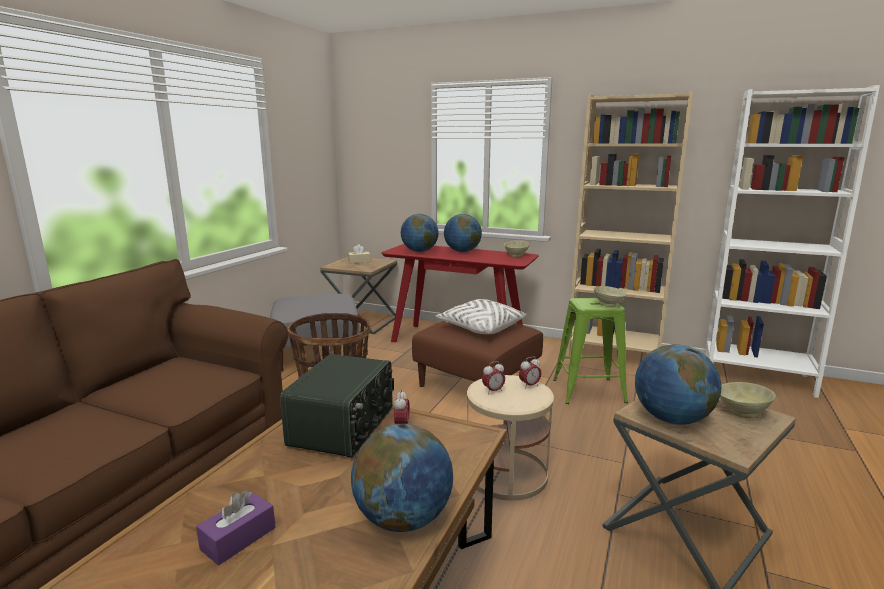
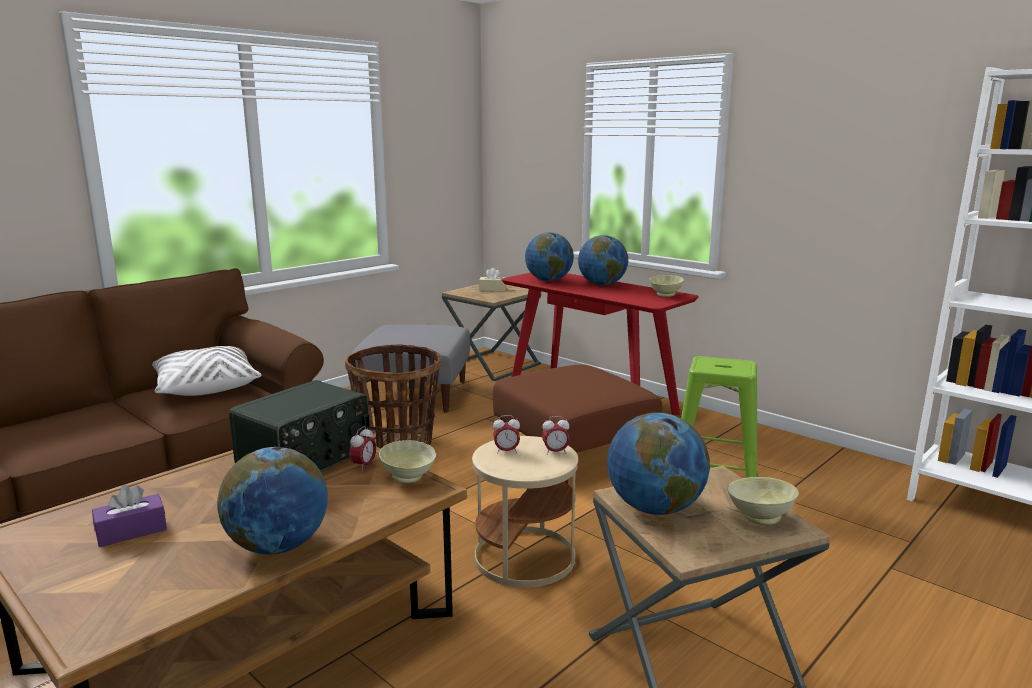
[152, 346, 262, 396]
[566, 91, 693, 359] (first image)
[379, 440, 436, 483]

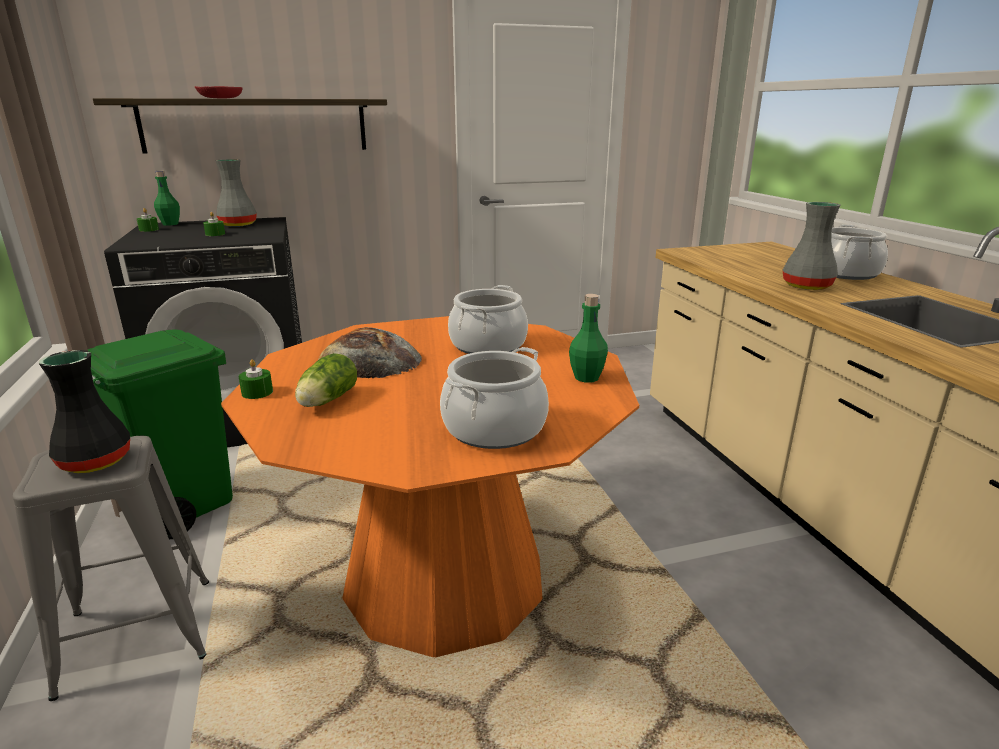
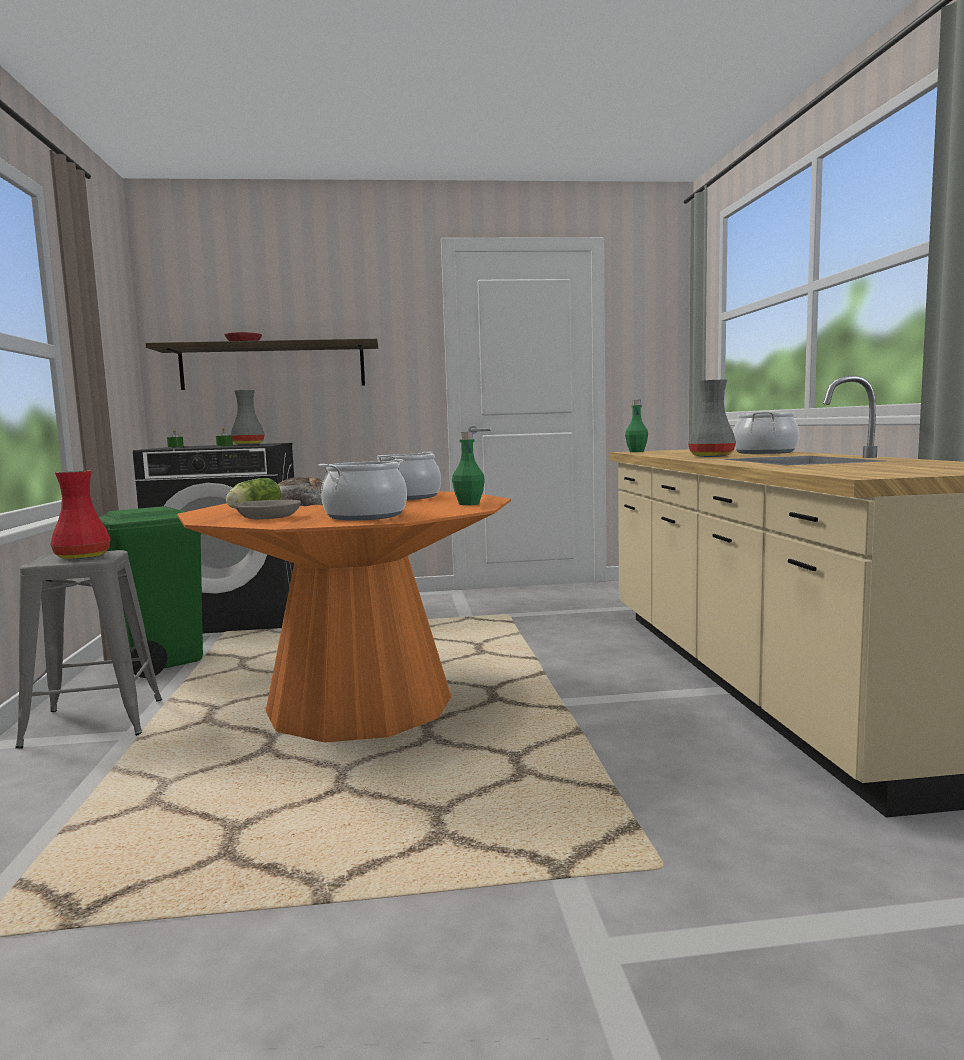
[50, 470, 111, 559]
[625, 400, 648, 452]
[238, 359, 273, 399] (first image)
[235, 500, 301, 520]

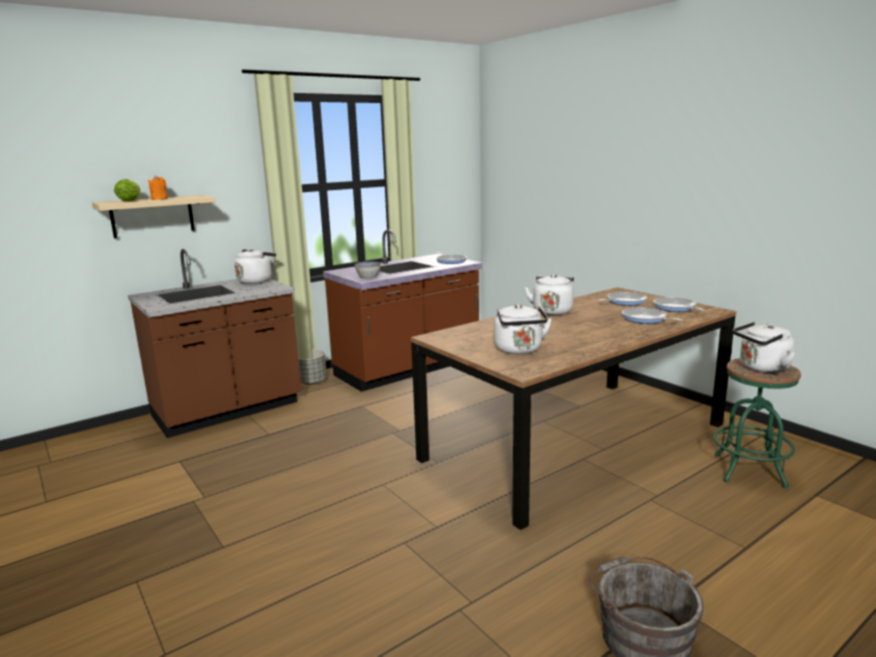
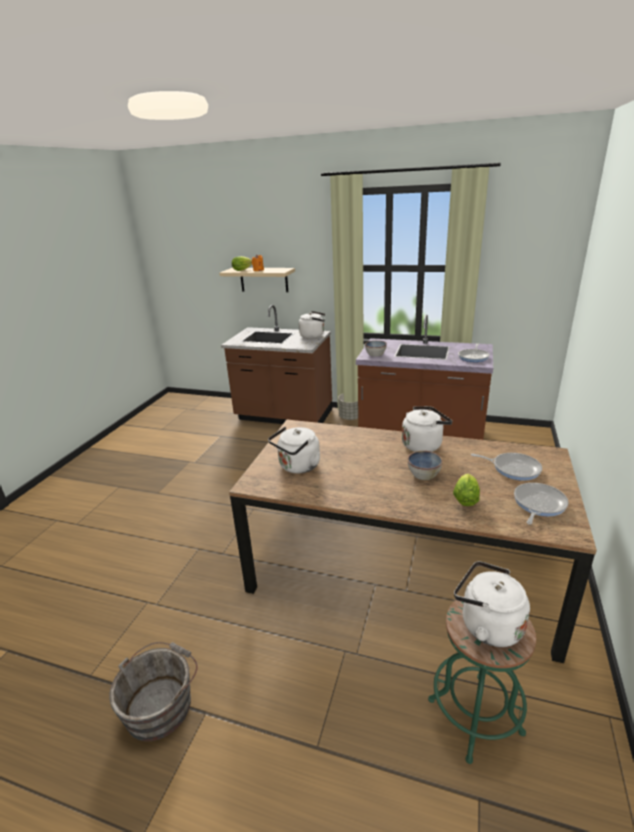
[453, 473, 480, 506]
[407, 451, 443, 480]

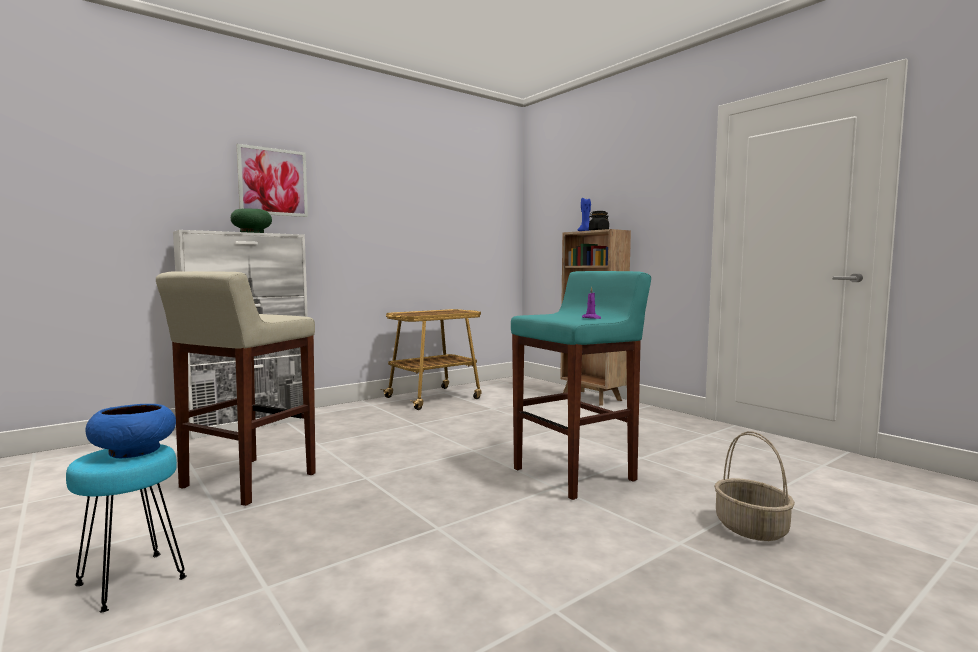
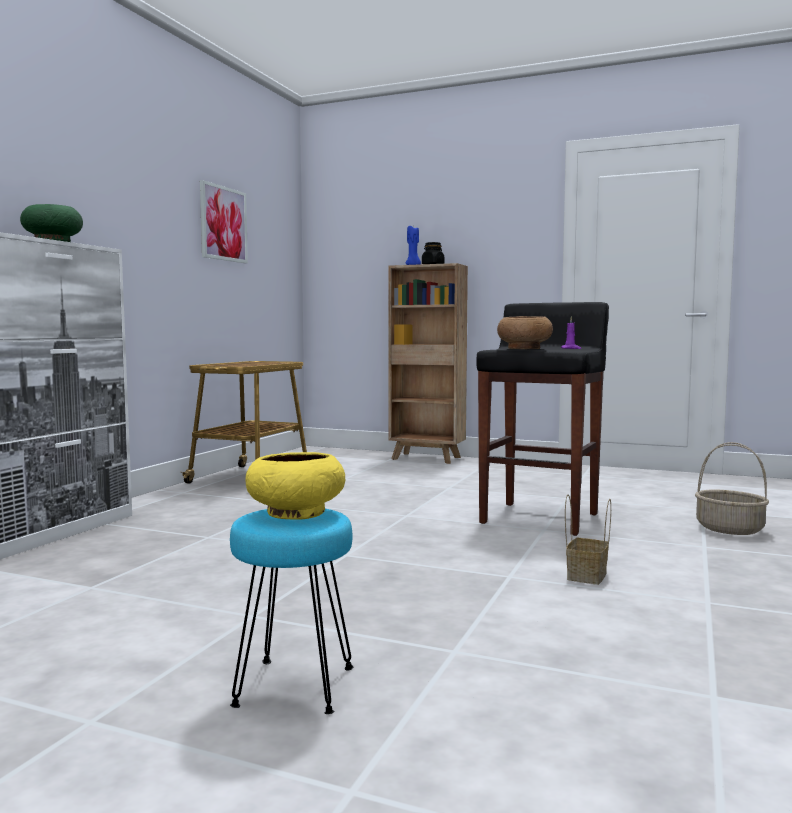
[245, 452, 345, 520]
[156, 271, 316, 506] (first image)
[200, 180, 248, 263]
[476, 302, 609, 536]
[497, 316, 553, 349]
[565, 494, 611, 585]

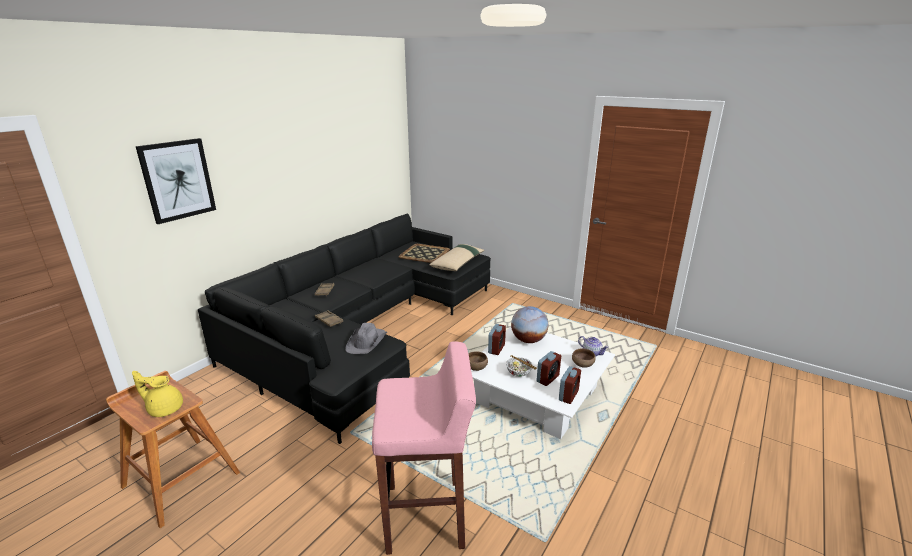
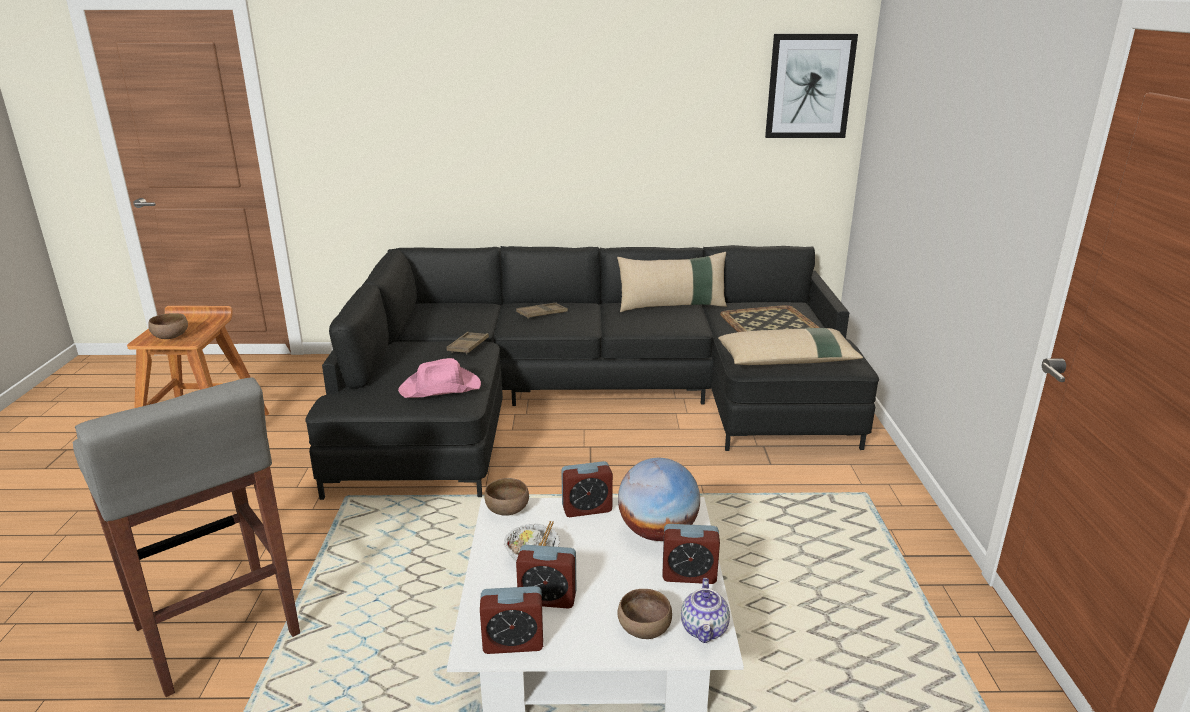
[148, 313, 188, 339]
[765, 34, 858, 138]
[398, 358, 481, 398]
[72, 377, 300, 697]
[617, 252, 727, 312]
[663, 524, 720, 584]

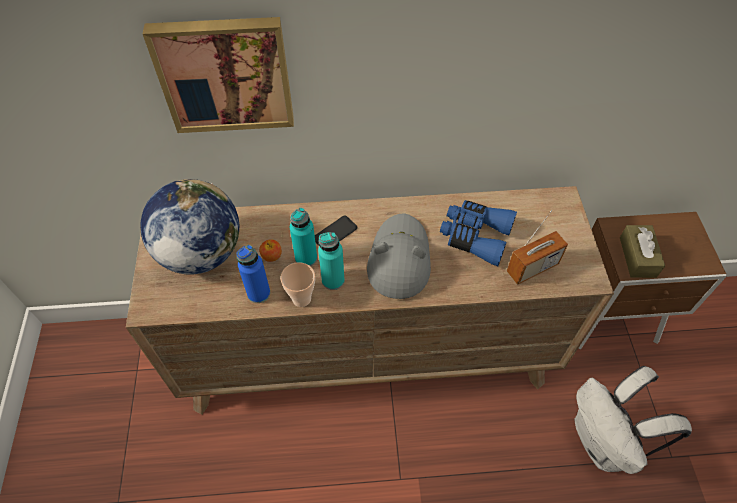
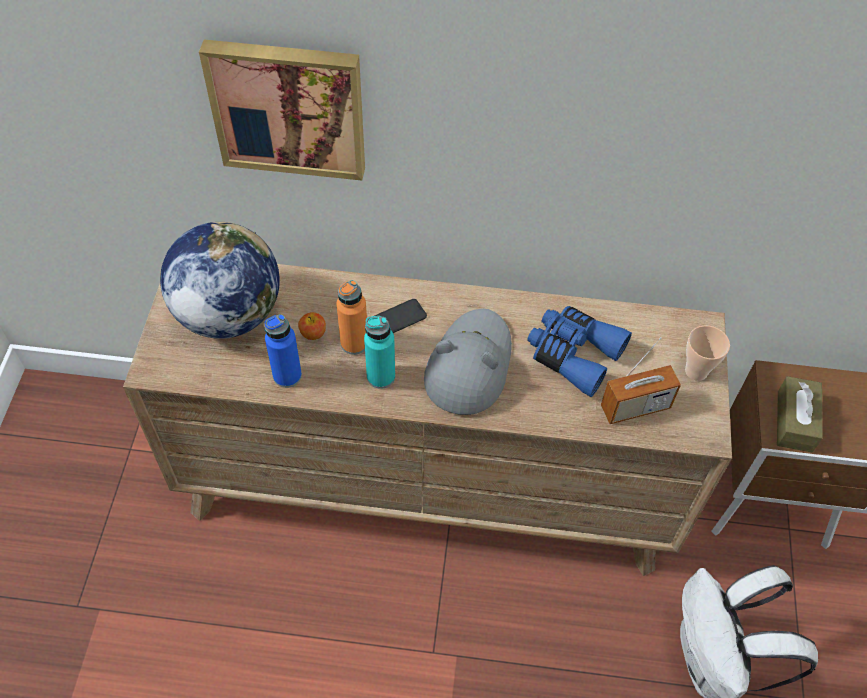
[685, 325, 730, 381]
[336, 280, 367, 355]

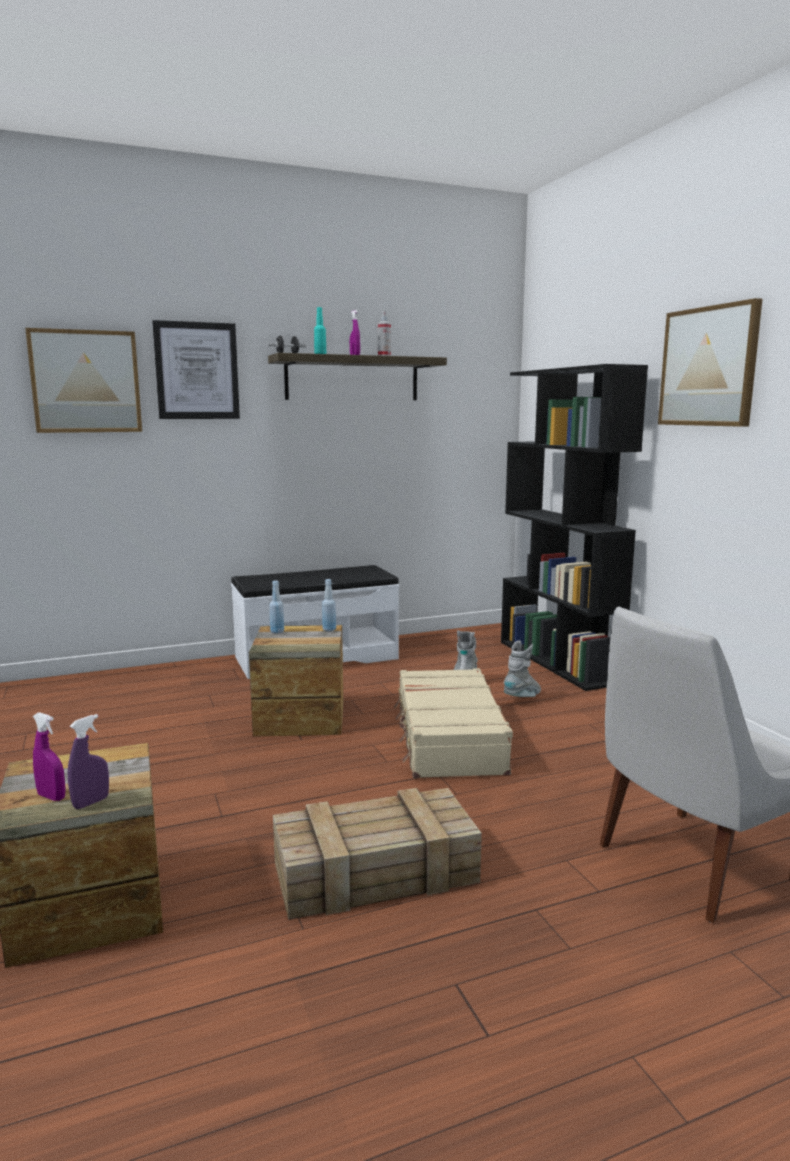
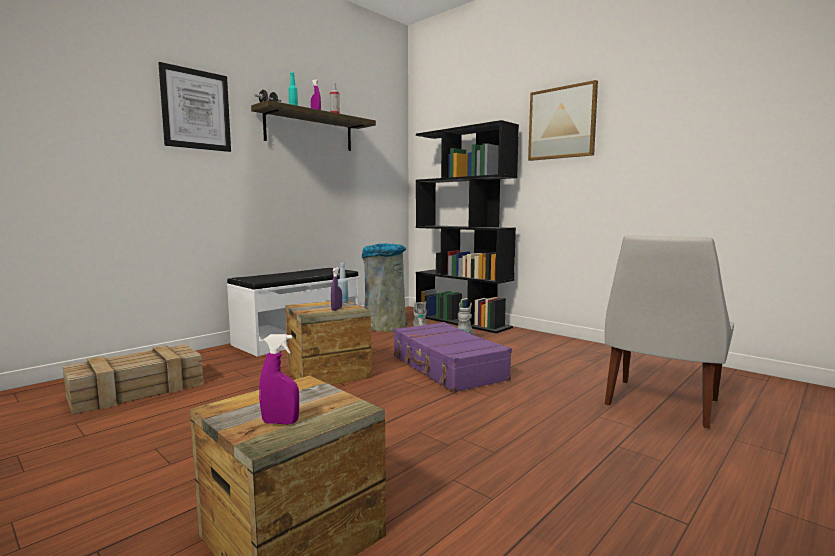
[25, 328, 142, 433] (first image)
[331, 267, 342, 311]
[270, 581, 284, 633] (first image)
[63, 344, 203, 415]
[394, 322, 512, 393]
[362, 243, 407, 332]

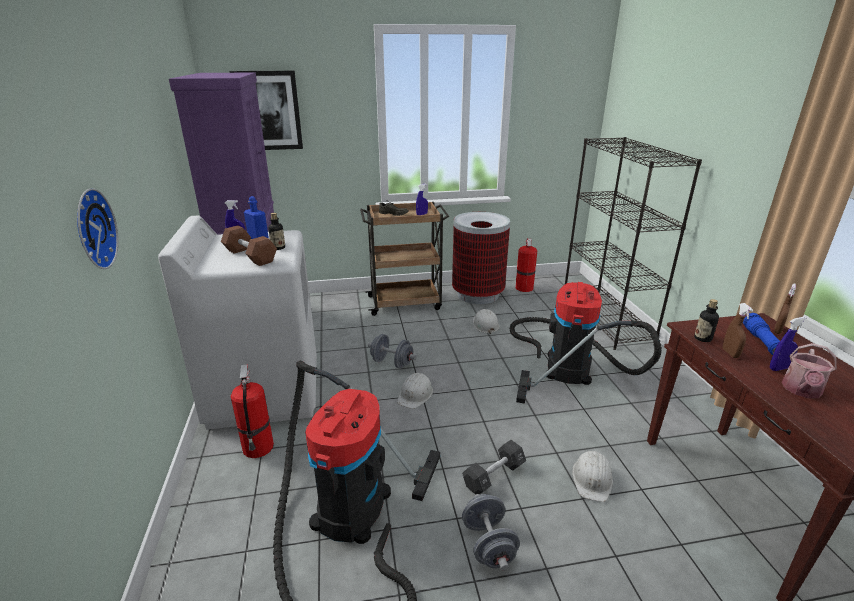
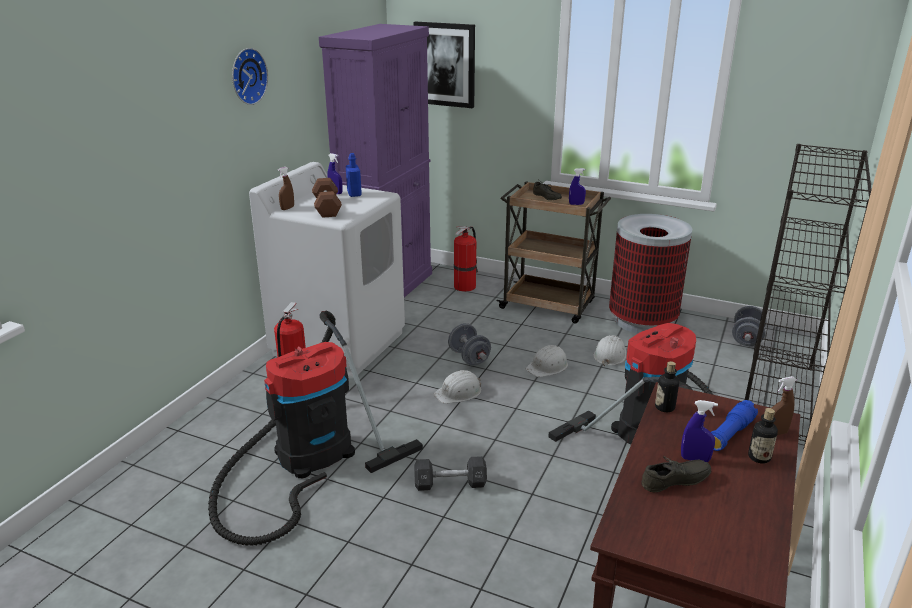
[232, 48, 268, 105]
[748, 408, 778, 464]
[732, 306, 767, 346]
[454, 226, 478, 292]
[526, 345, 568, 377]
[278, 167, 294, 210]
[642, 456, 711, 493]

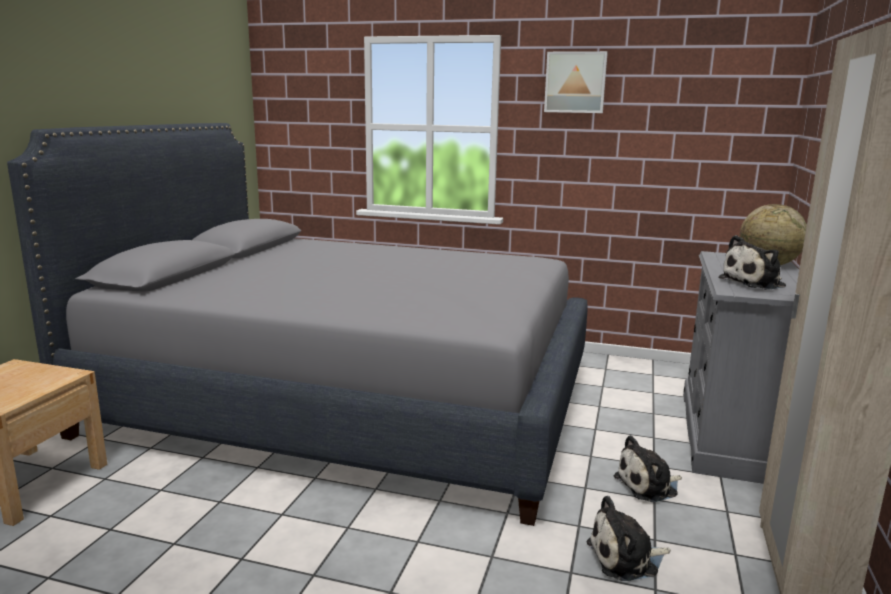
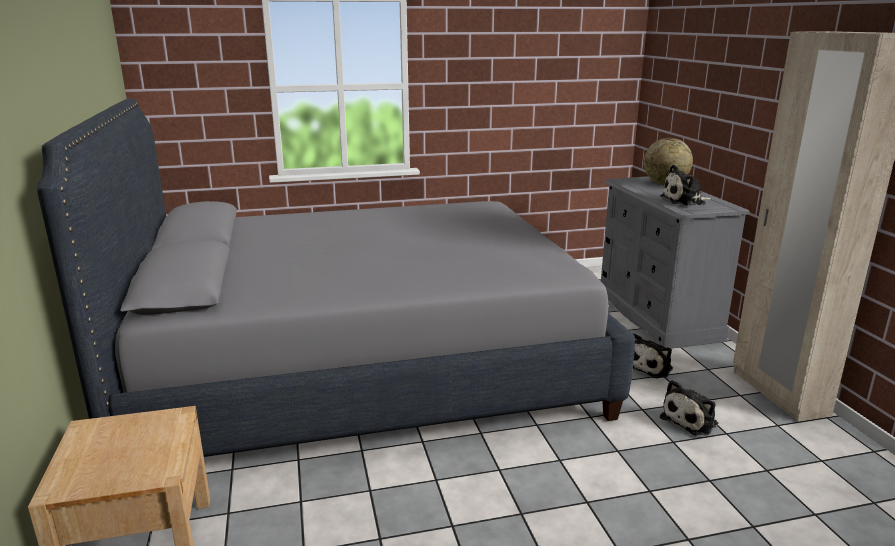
[544, 51, 608, 113] (first image)
[660, 165, 712, 206]

